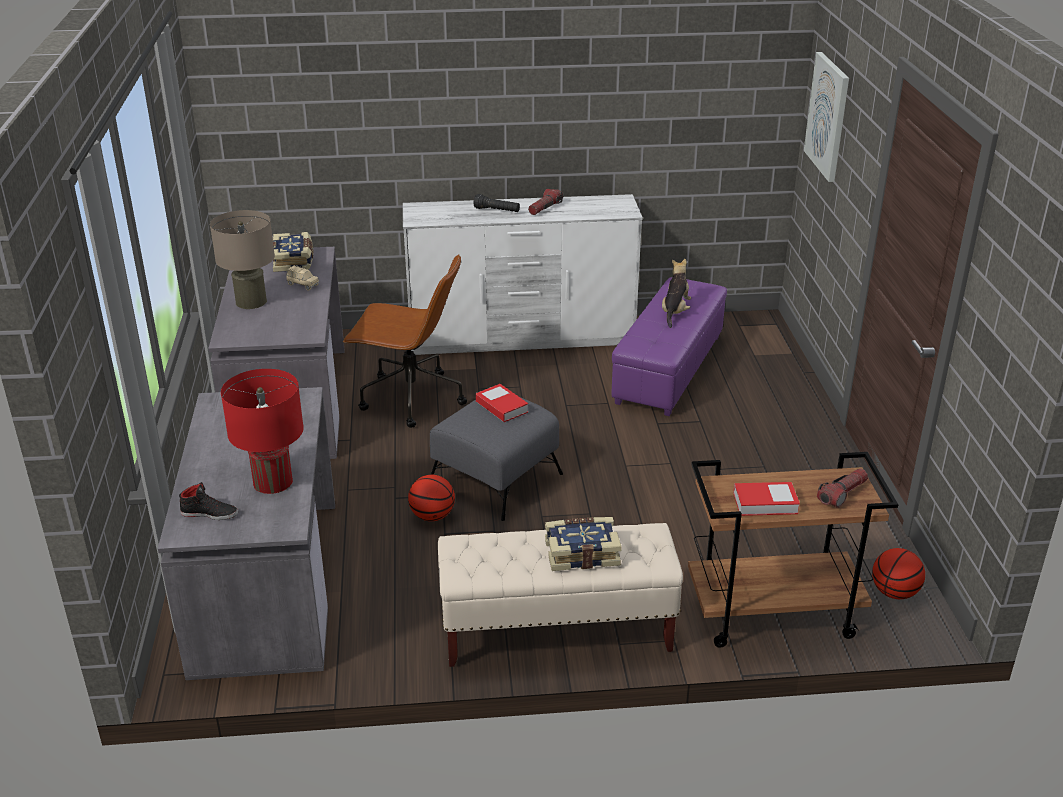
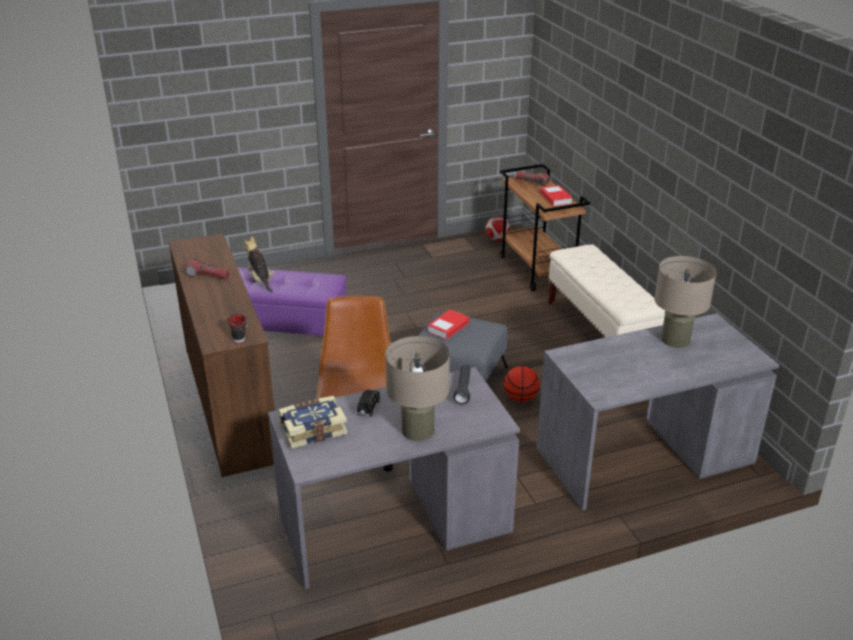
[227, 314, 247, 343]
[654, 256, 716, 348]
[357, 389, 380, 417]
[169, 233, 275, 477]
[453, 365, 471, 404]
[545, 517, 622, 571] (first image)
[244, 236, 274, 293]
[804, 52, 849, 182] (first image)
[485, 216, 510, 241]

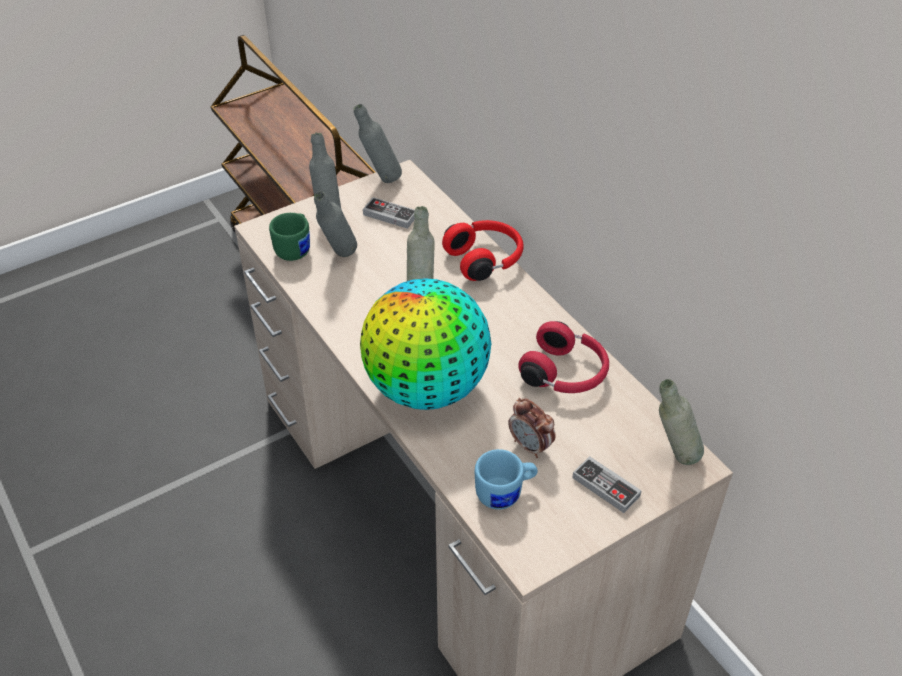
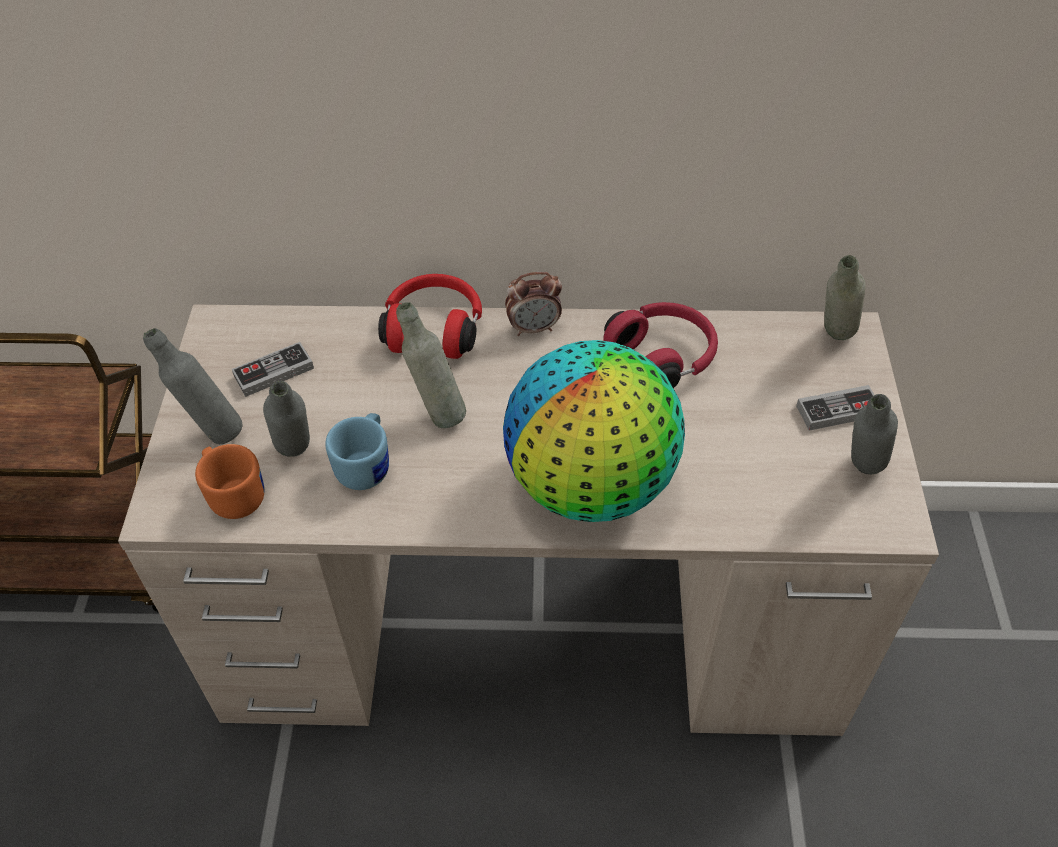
[195, 444, 264, 519]
[851, 394, 898, 474]
[325, 413, 389, 490]
[505, 272, 562, 336]

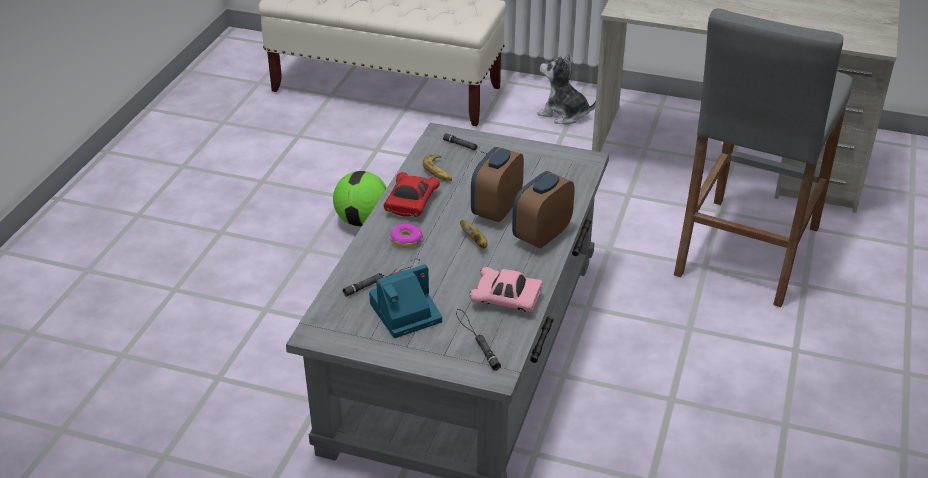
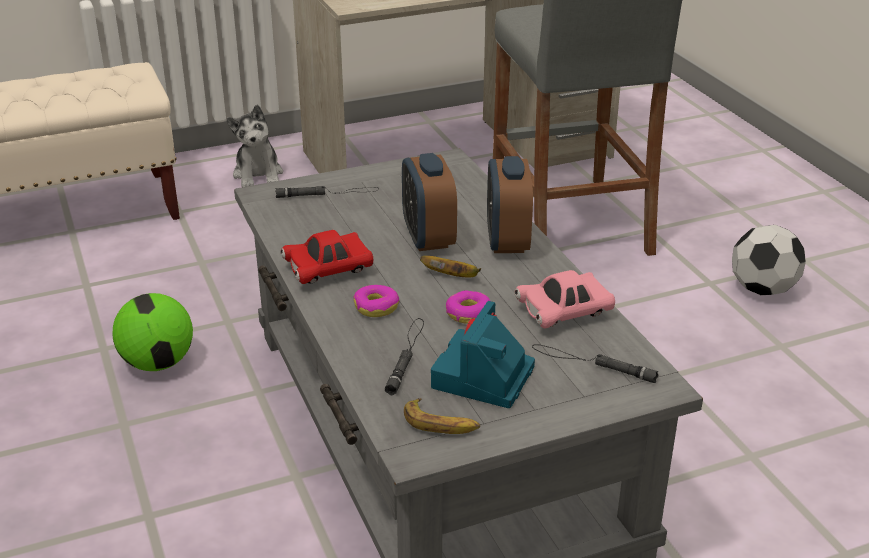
[281, 230, 373, 284]
[404, 398, 480, 434]
[227, 105, 283, 187]
[446, 291, 490, 324]
[732, 225, 806, 295]

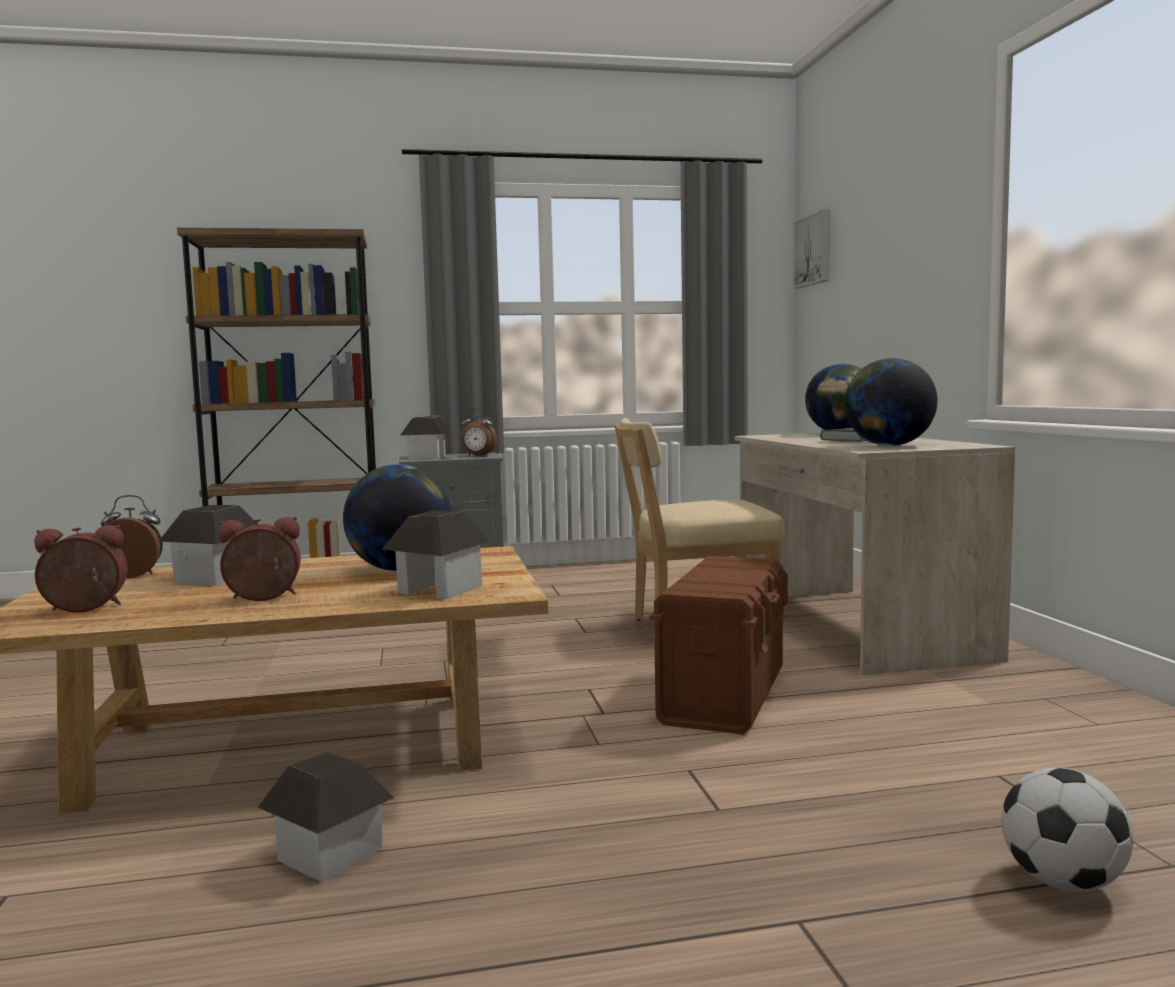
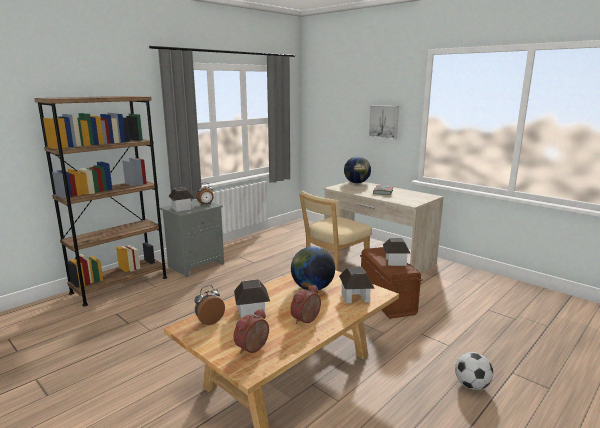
[383, 238, 411, 266]
[368, 105, 399, 139]
[845, 358, 938, 446] (first image)
[455, 352, 493, 390]

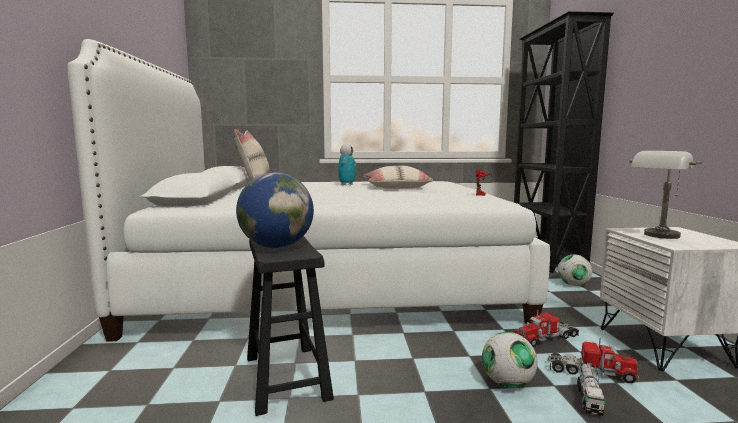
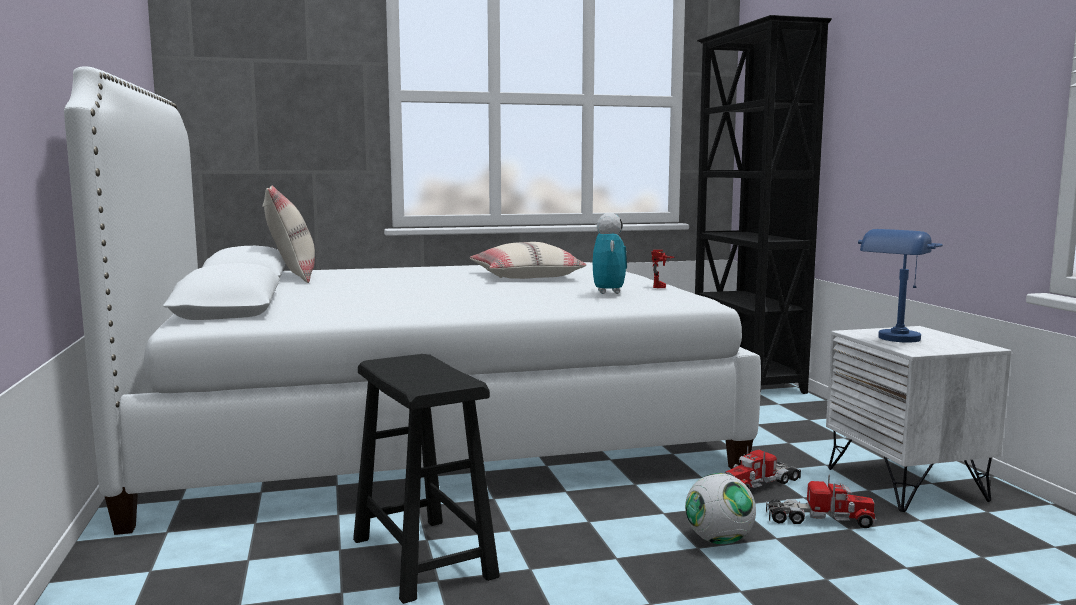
[236, 173, 314, 248] (first image)
[592, 213, 627, 294]
[558, 255, 592, 286] (first image)
[577, 362, 606, 416] (first image)
[858, 229, 943, 343]

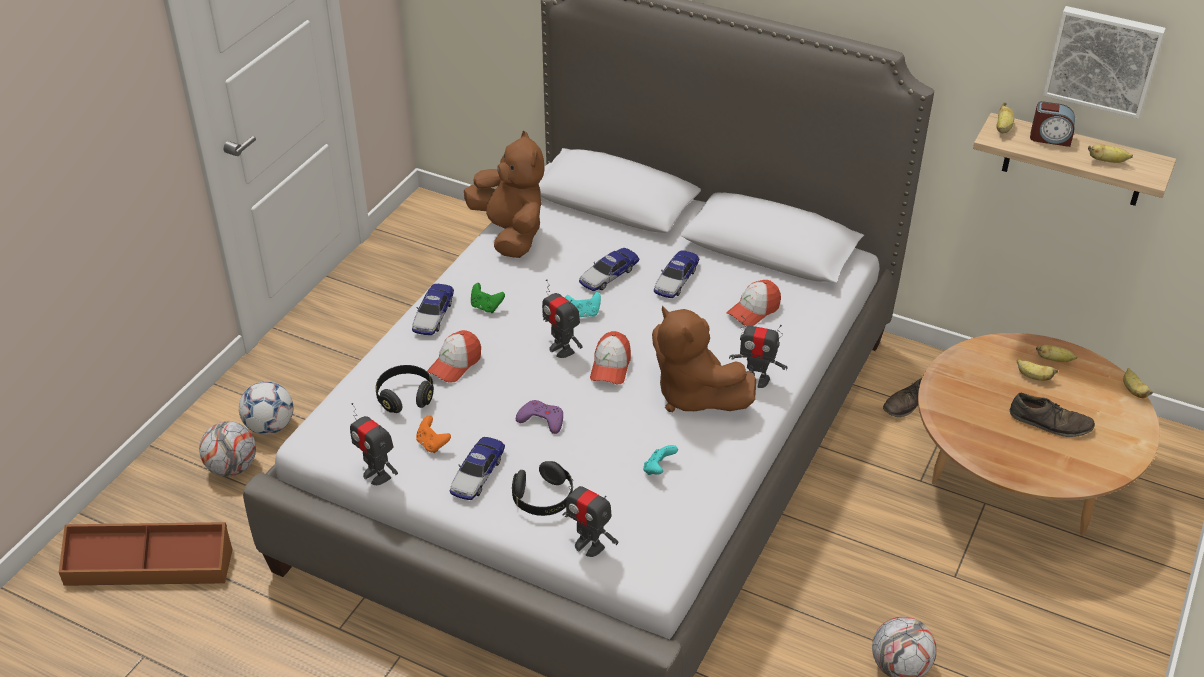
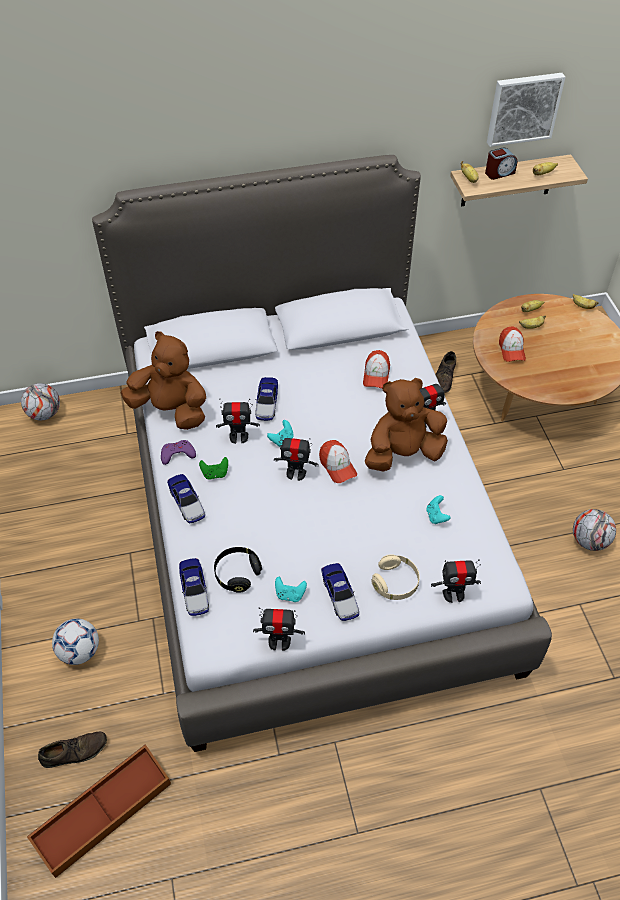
[21, 383, 60, 420]
[275, 577, 307, 602]
[499, 326, 526, 362]
[371, 554, 420, 600]
[161, 440, 196, 465]
[365, 378, 448, 472]
[179, 558, 209, 616]
[38, 732, 107, 768]
[216, 398, 260, 444]

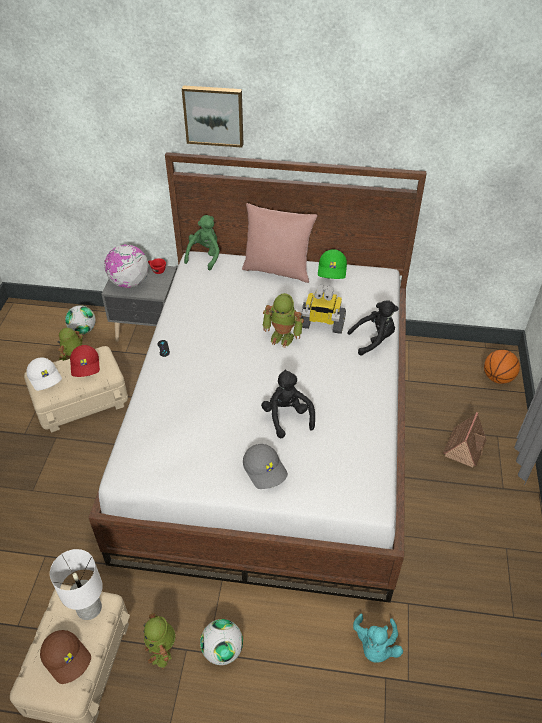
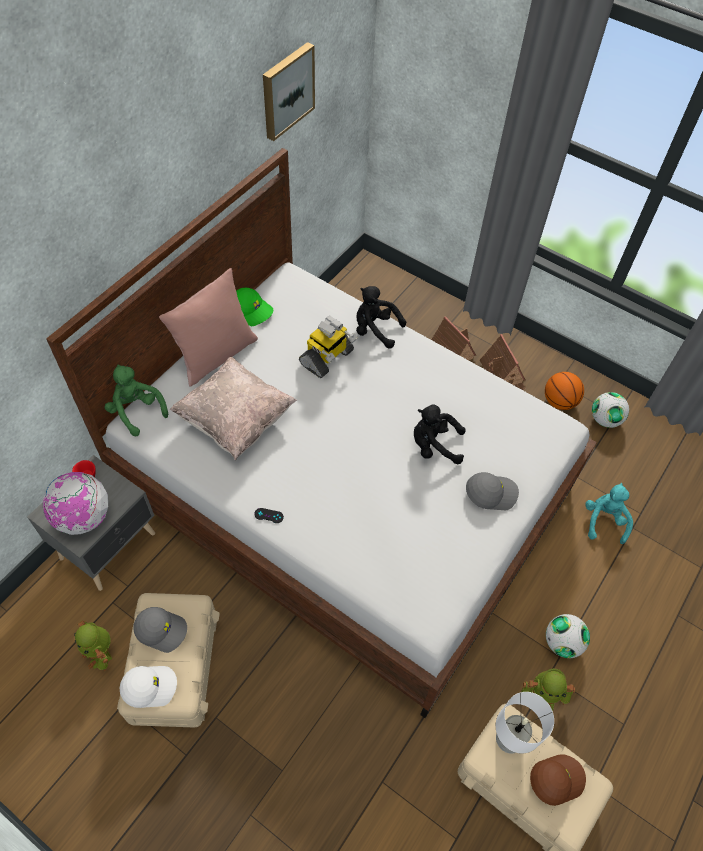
[592, 392, 629, 428]
[133, 607, 187, 653]
[263, 42, 315, 141]
[263, 293, 304, 348] (first image)
[356, 286, 406, 349]
[586, 483, 633, 544]
[545, 372, 584, 410]
[170, 357, 297, 460]
[480, 334, 526, 390]

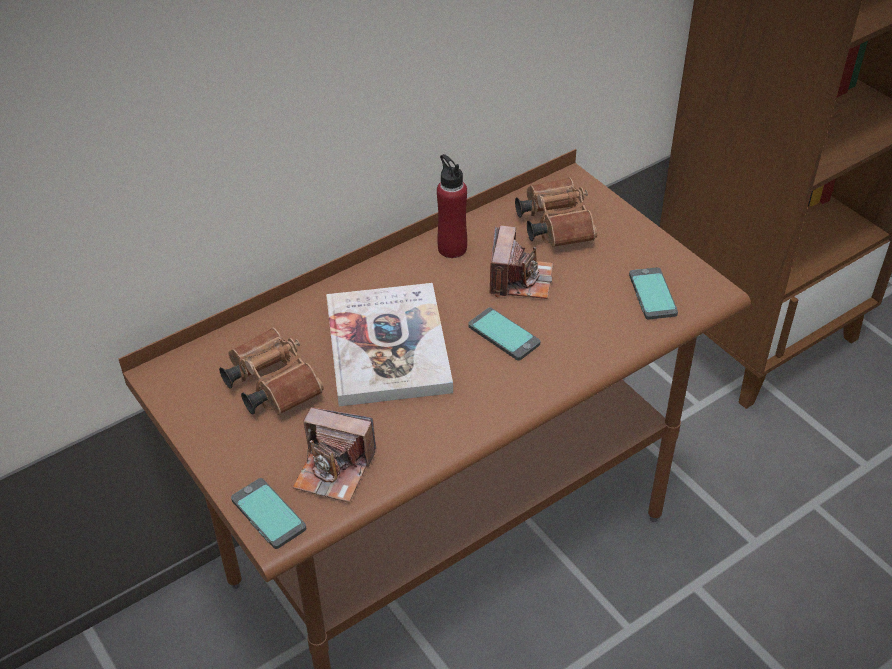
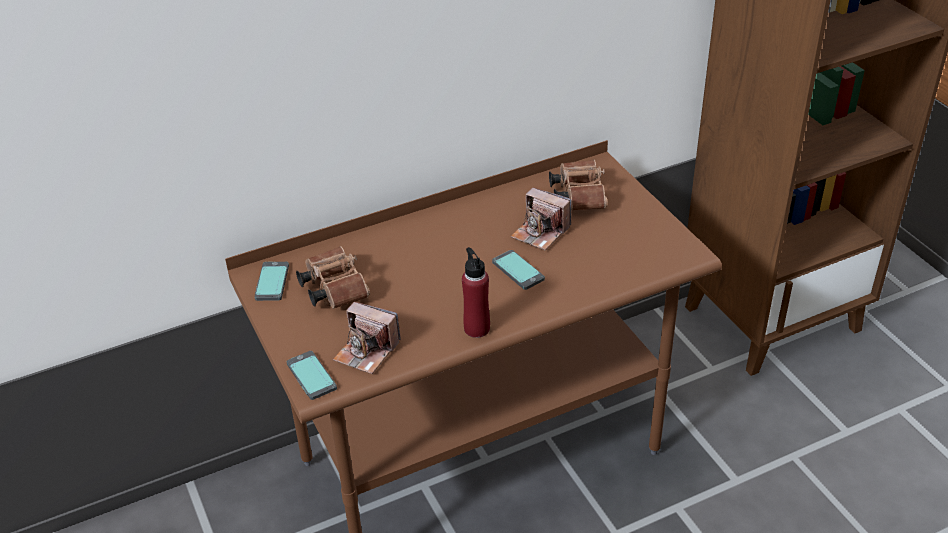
[326, 283, 453, 406] (first image)
[462, 247, 490, 338]
[511, 187, 572, 251]
[255, 262, 289, 301]

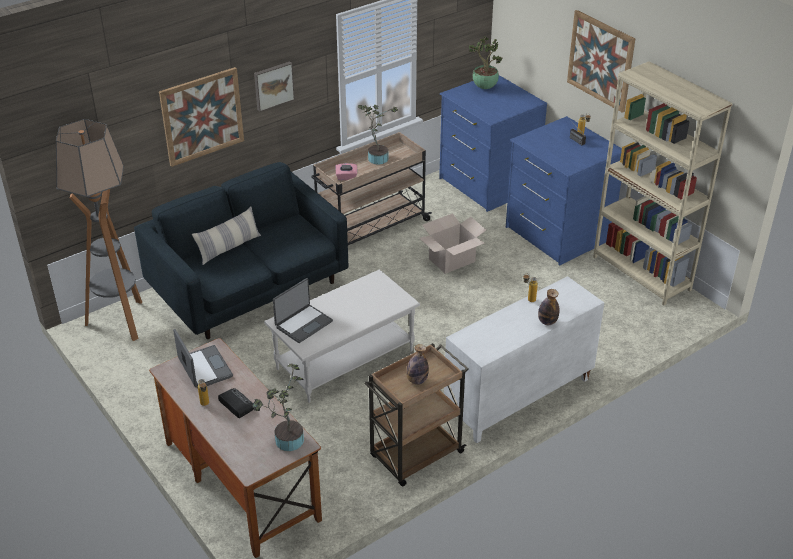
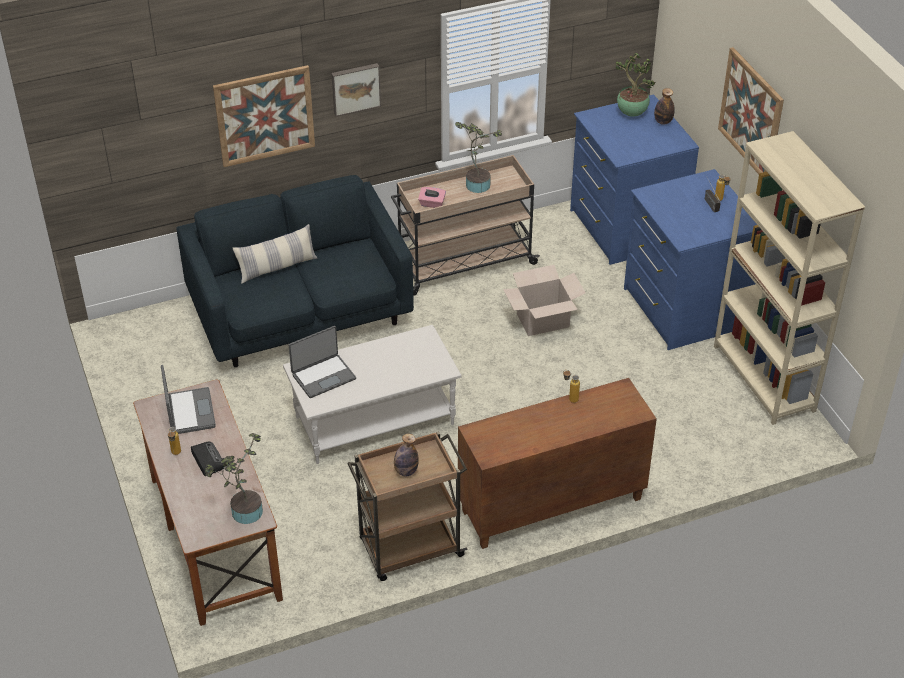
[56, 119, 142, 341] (first image)
[458, 378, 657, 549]
[654, 88, 675, 125]

